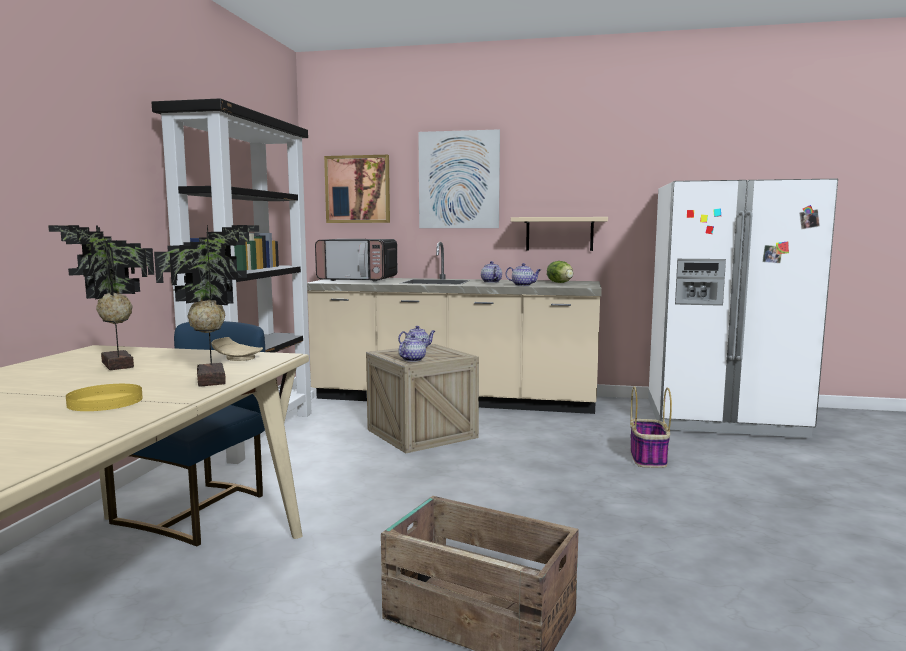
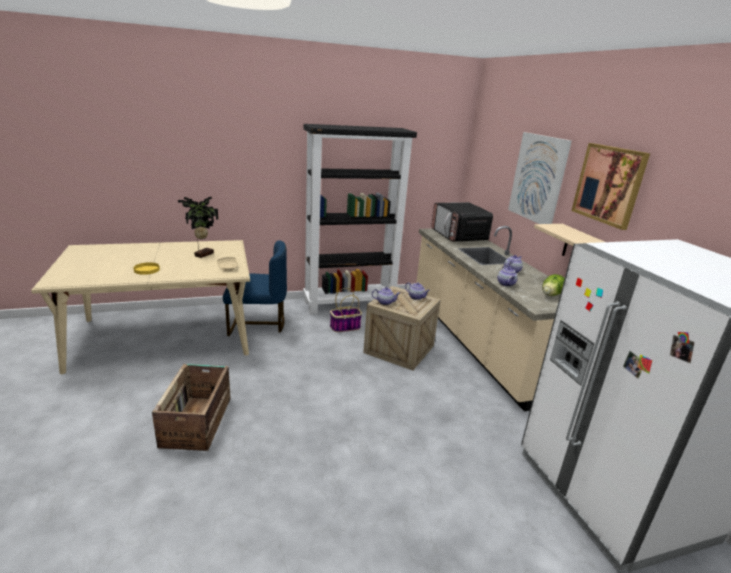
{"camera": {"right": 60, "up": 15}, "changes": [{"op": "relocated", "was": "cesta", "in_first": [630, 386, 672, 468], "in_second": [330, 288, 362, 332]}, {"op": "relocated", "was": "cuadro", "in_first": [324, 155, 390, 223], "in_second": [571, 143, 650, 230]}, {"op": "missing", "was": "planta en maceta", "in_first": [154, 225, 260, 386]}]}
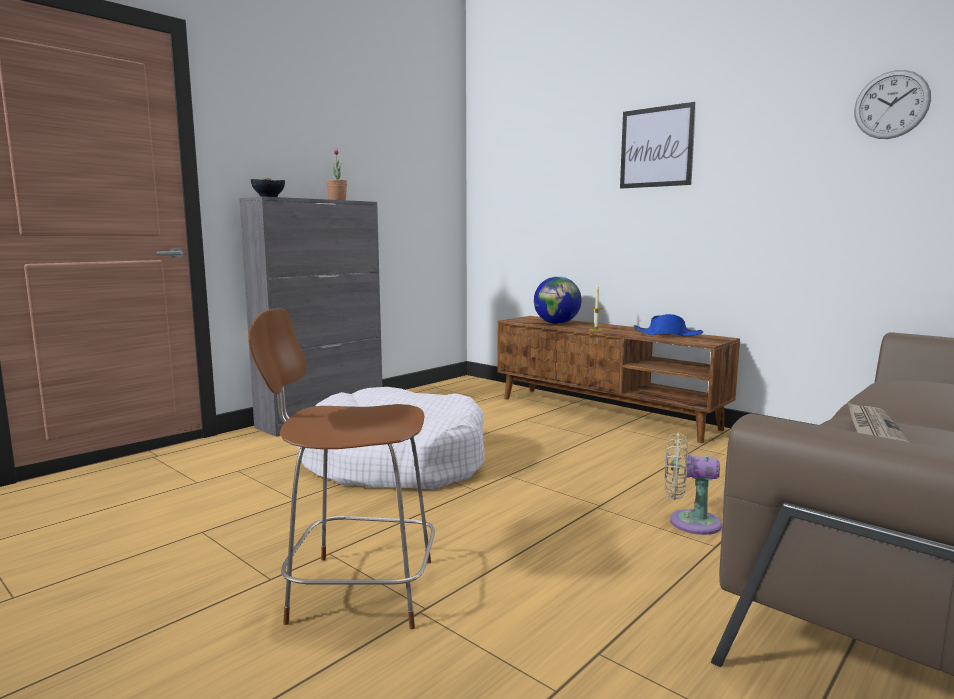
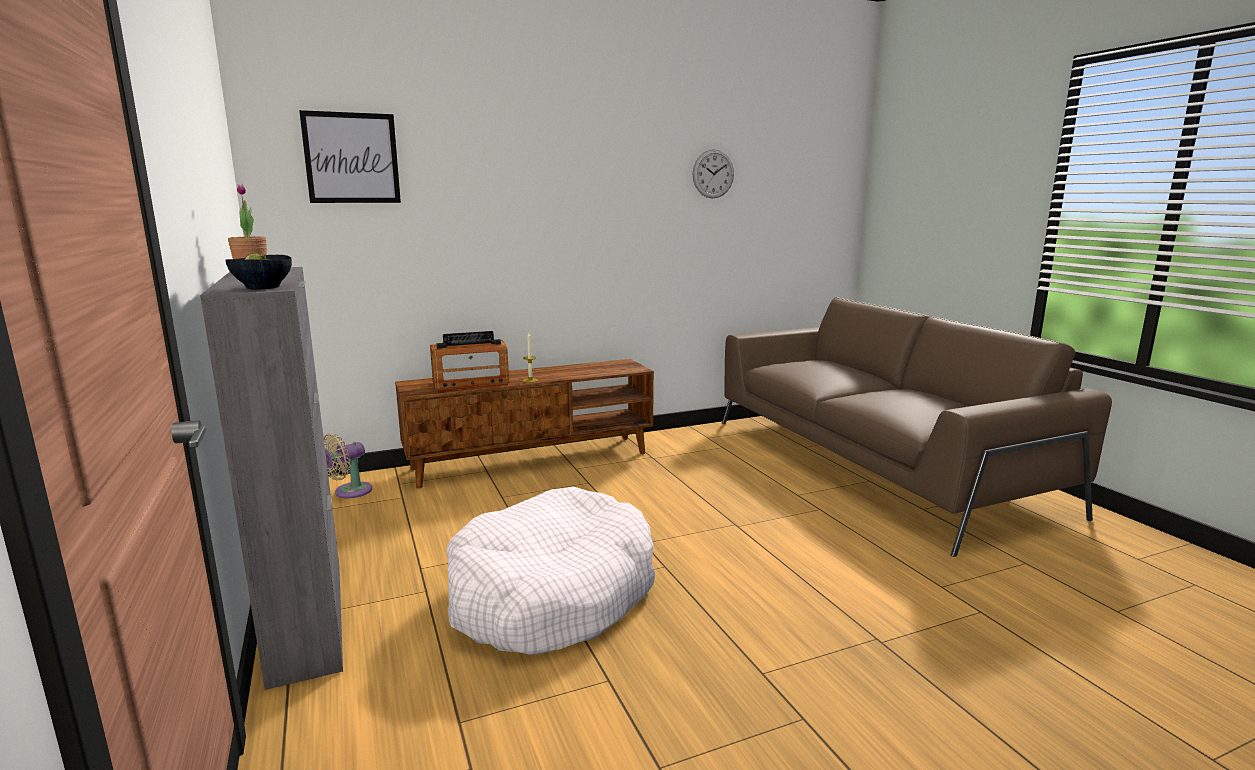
{"camera": {"right": -65, "up": 5}, "changes": [{"op": "relocated", "was": "cuadro", "in_first": [620, 102, 696, 189], "in_second": [299, 110, 401, 203]}, {"op": "relocated", "was": "ventilador/beis", "in_first": [665, 432, 722, 535], "in_second": [323, 433, 372, 498]}, {"op": "exchanged", "was": "globo terráqueo", "now": "radio", "in_first": [534, 276, 582, 324], "in_second": [430, 331, 509, 391]}, {"op": "missing", "was": "taburete/marrón", "in_first": [248, 308, 435, 629]}, {"op": "missing", "was": "sombrero/azul", "in_first": [633, 314, 703, 336]}, {"op": "missing", "was": "periódico", "in_first": [848, 402, 910, 442]}]}
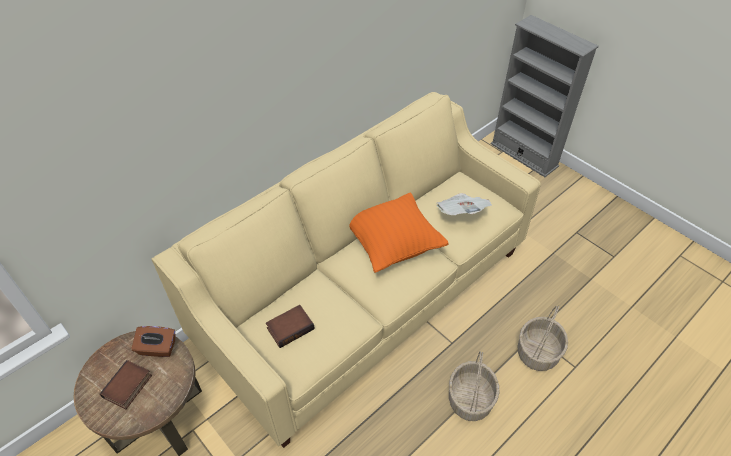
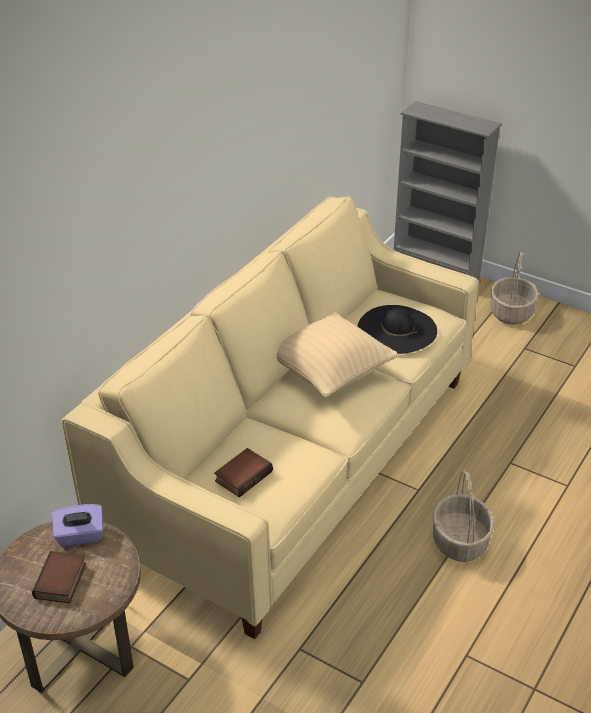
{"camera": {"right": -15, "up": -10}, "changes": [{"op": "colour", "was": "caja de pañuelos/marrón", "now": "caja de pañuelos/morado", "in_first": [131, 326, 175, 357], "in_second": [52, 504, 103, 546]}, {"op": "colour", "was": "cojín/naranja", "now": "cojín/beis", "in_first": [349, 193, 448, 273], "in_second": [277, 312, 398, 398]}, {"op": "exchanged", "was": "periódico", "now": "sombrero/negro", "in_first": [436, 193, 492, 215], "in_second": [357, 305, 437, 354]}, {"op": "relocated", "was": "cesta", "in_first": [517, 306, 568, 371], "in_second": [490, 251, 539, 325]}]}
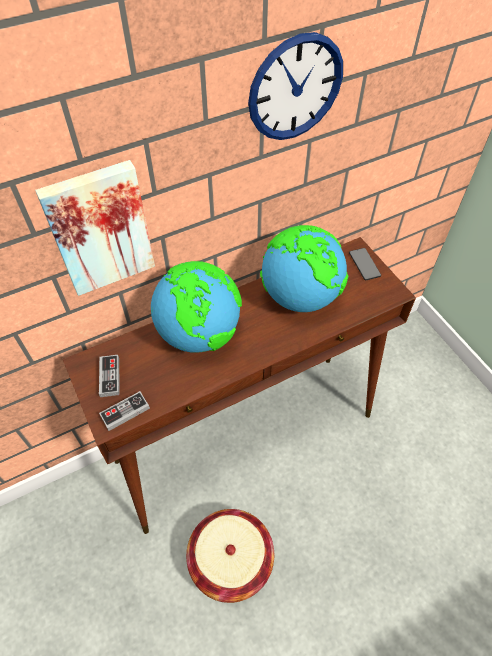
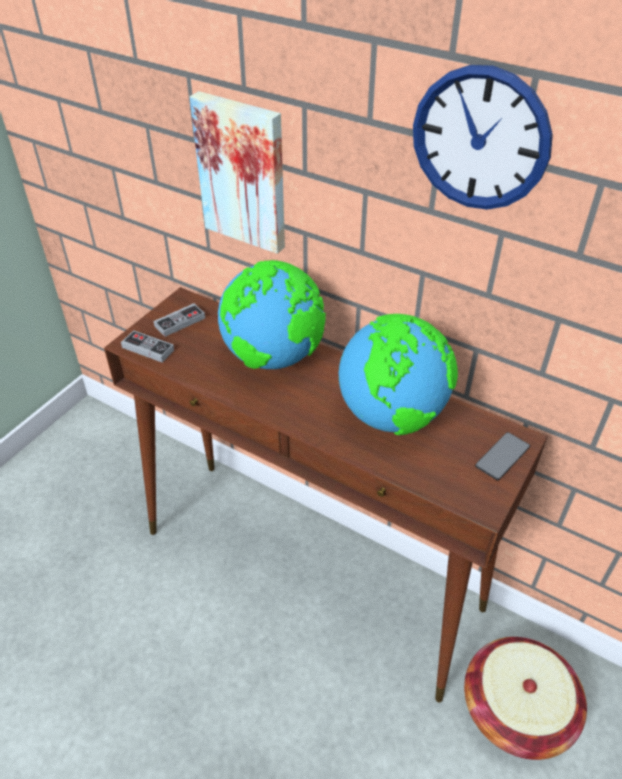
{"camera": {"right": 60, "up": -10}, "changes": [{"op": "relocated", "was": "cesta", "in_first": [186, 509, 274, 603], "in_second": [464, 637, 587, 760]}]}
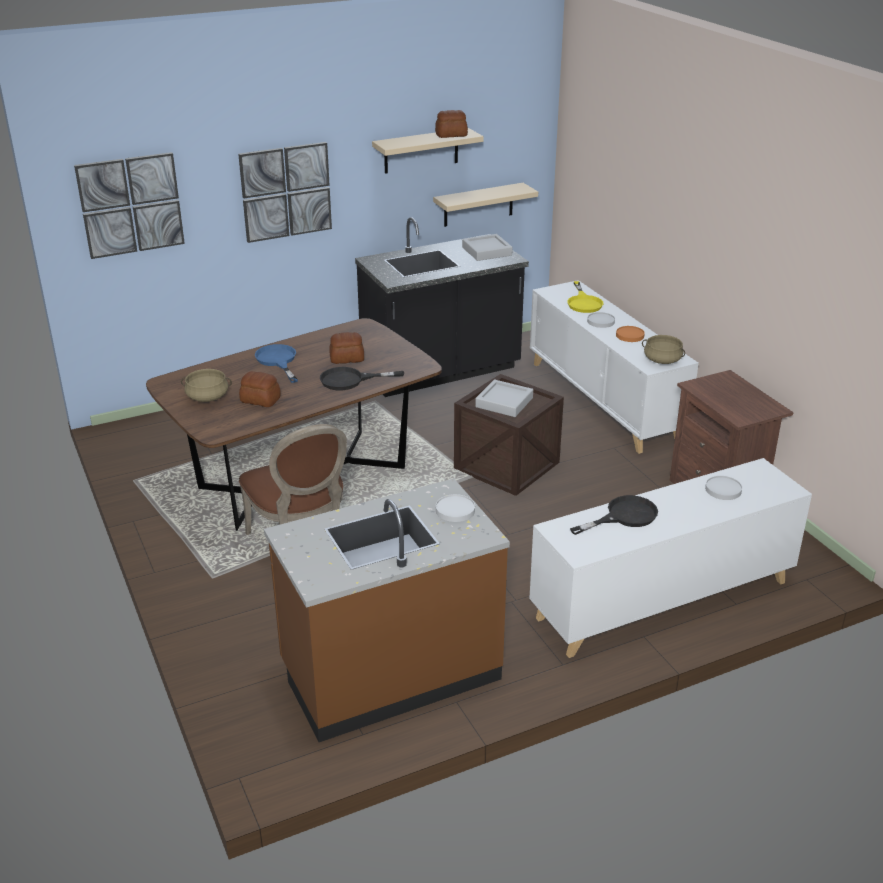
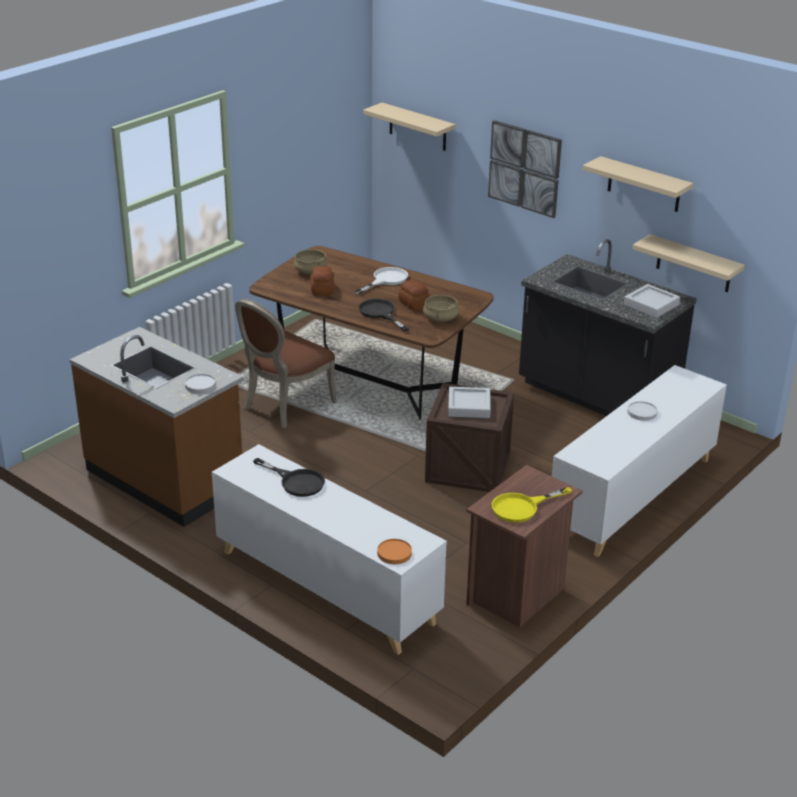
{"camera": {"right": 65, "up": 0}, "changes": [{"op": "colour", "was": "sartén/azul", "now": "sartén/blanco", "in_first": [255, 344, 298, 383], "in_second": [354, 267, 408, 295]}, {"op": "exchanged", "was": "cuadro", "now": "estante/beis", "in_first": [74, 152, 185, 259], "in_second": [363, 103, 456, 151]}, {"op": "relocated", "was": "plato/naranja", "in_first": [616, 326, 645, 342], "in_second": [377, 539, 412, 564]}, {"op": "relocated", "was": "olla/beis", "in_first": [642, 335, 685, 364], "in_second": [423, 294, 459, 322]}, {"op": "relocated", "was": "sartén/amarillo", "in_first": [567, 281, 603, 313], "in_second": [492, 487, 572, 522]}, {"op": "missing", "was": "pan", "in_first": [435, 110, 468, 138]}, {"op": "missing", "was": "plato/blanco", "in_first": [705, 476, 742, 500]}]}
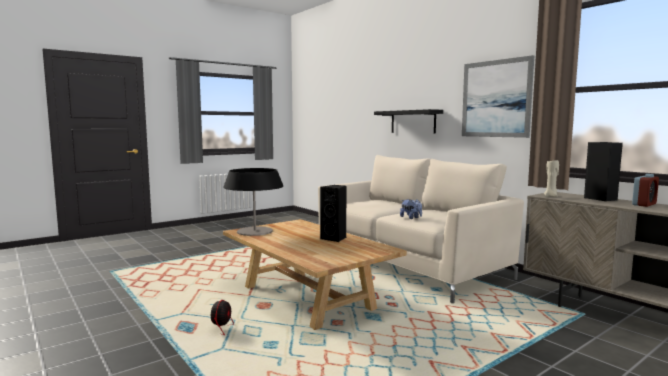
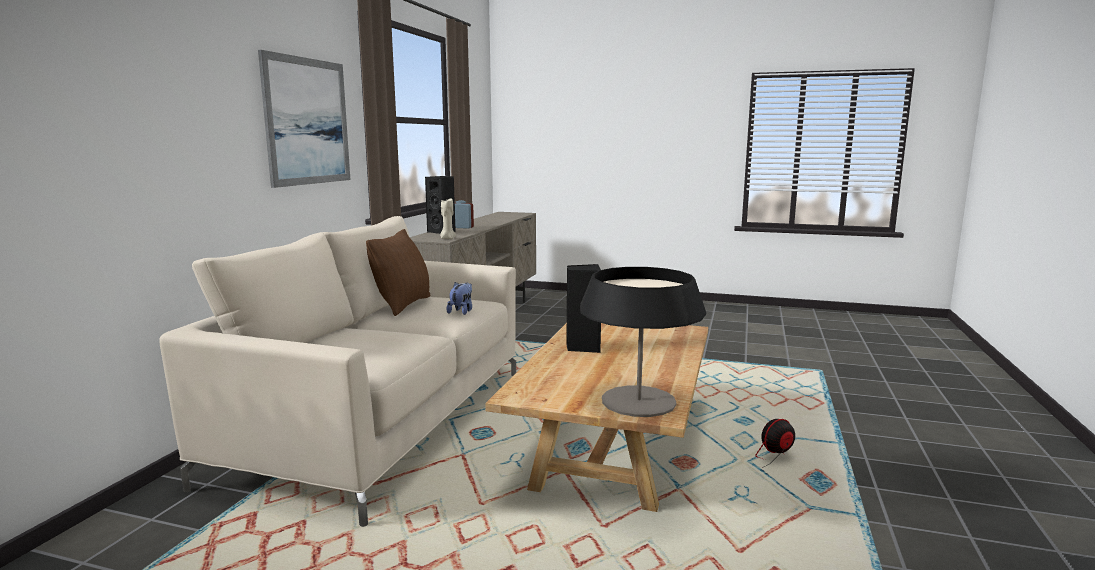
{"camera": {"right": -125, "up": 5}, "changes": [{"op": "appeared", "now": "cojín/marrón", "in_second": [366, 229, 430, 316]}, {"op": "missing", "was": "estante/negro", "in_first": [374, 109, 443, 133]}]}
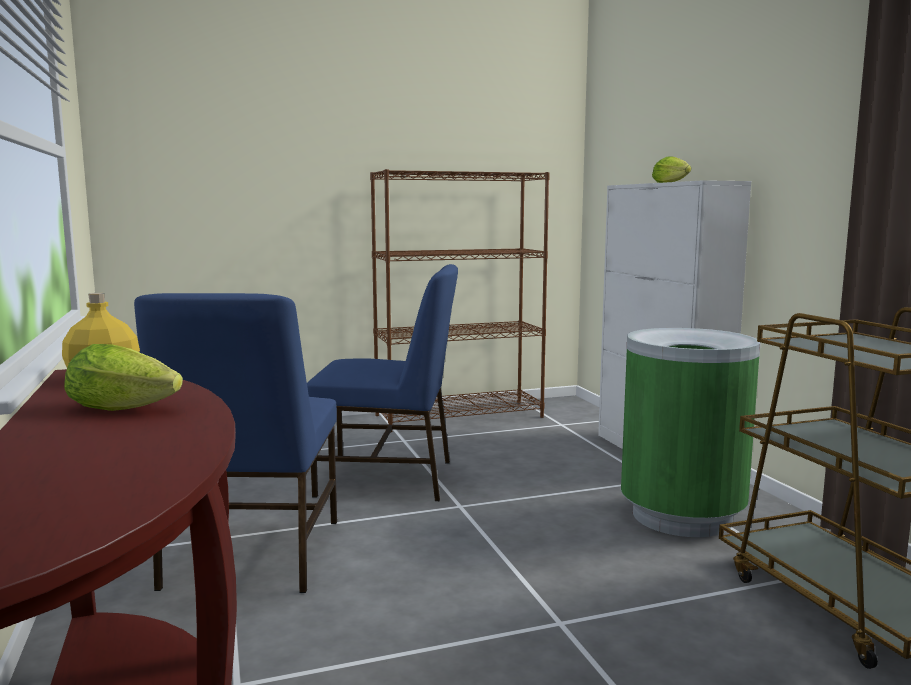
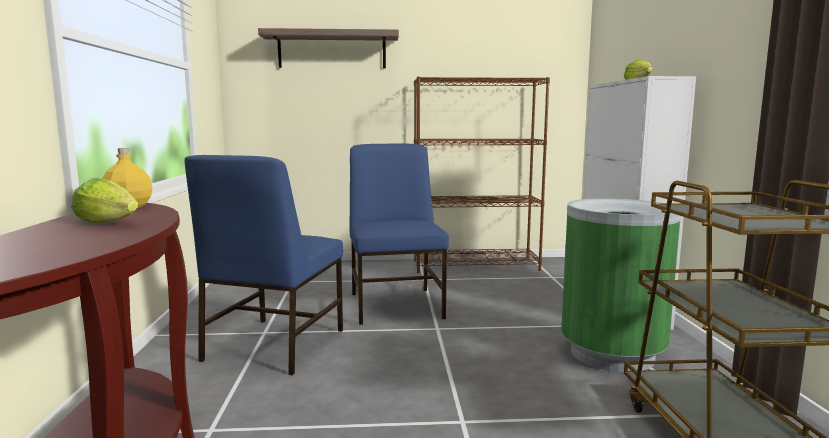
{"camera": {"right": 15, "up": 0}, "changes": [{"op": "appeared", "now": "estante", "in_second": [258, 28, 399, 68]}, {"op": "spun", "was": "silla/azul", "in_first": [307, 264, 458, 501], "in_second": [349, 144, 449, 325], "clockwise": -120}]}
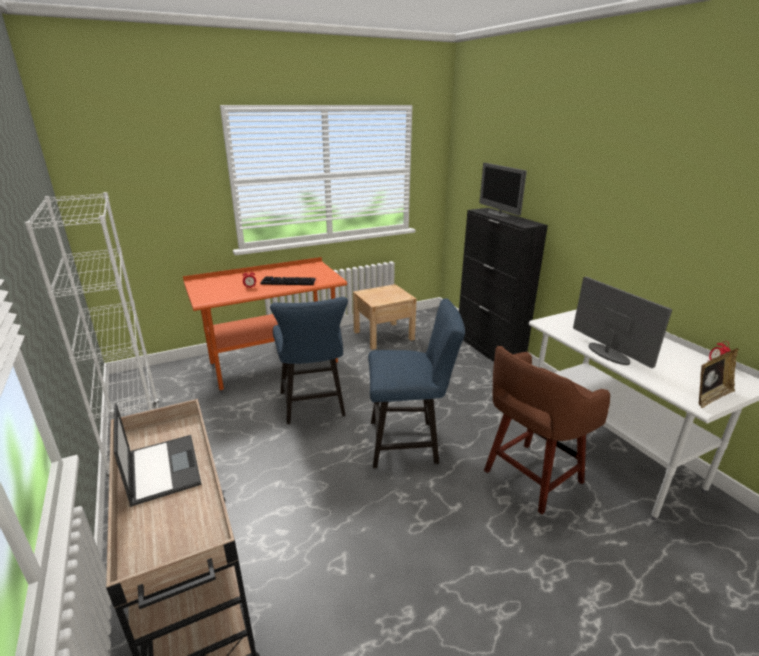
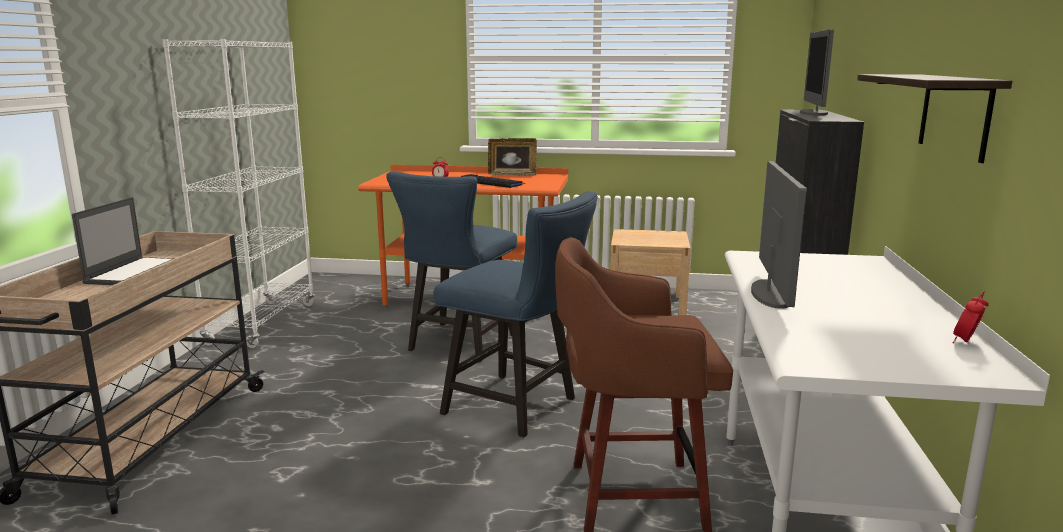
{"camera": {"right": 35, "up": -10}, "changes": [{"op": "relocated", "was": "portarretratos", "in_first": [699, 348, 738, 408], "in_second": [488, 138, 537, 176]}, {"op": "appeared", "now": "estante", "in_second": [857, 74, 1012, 163]}]}
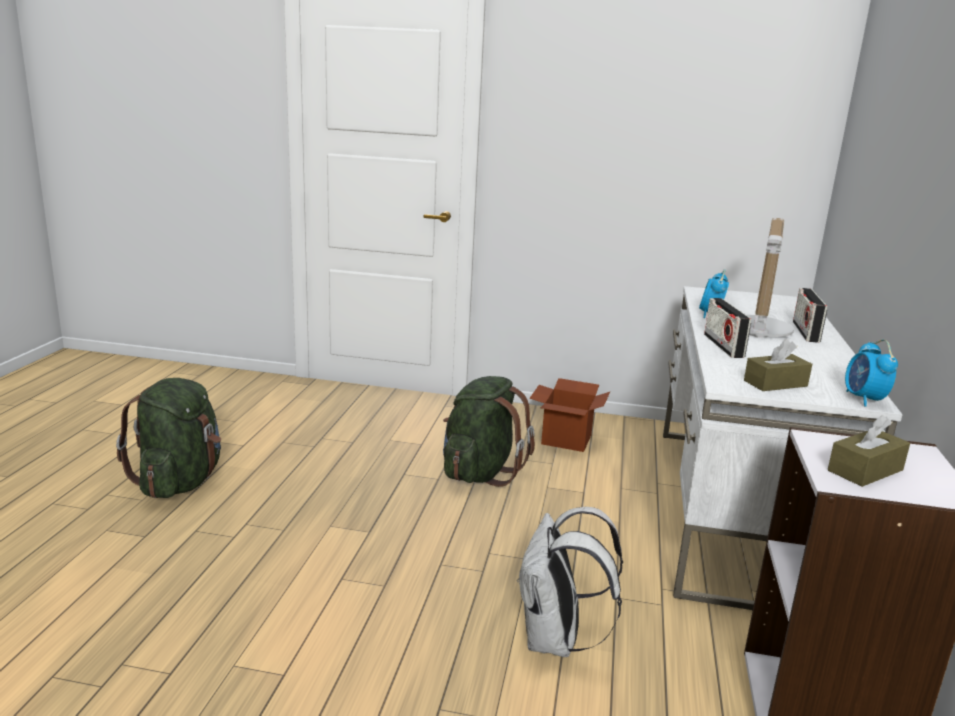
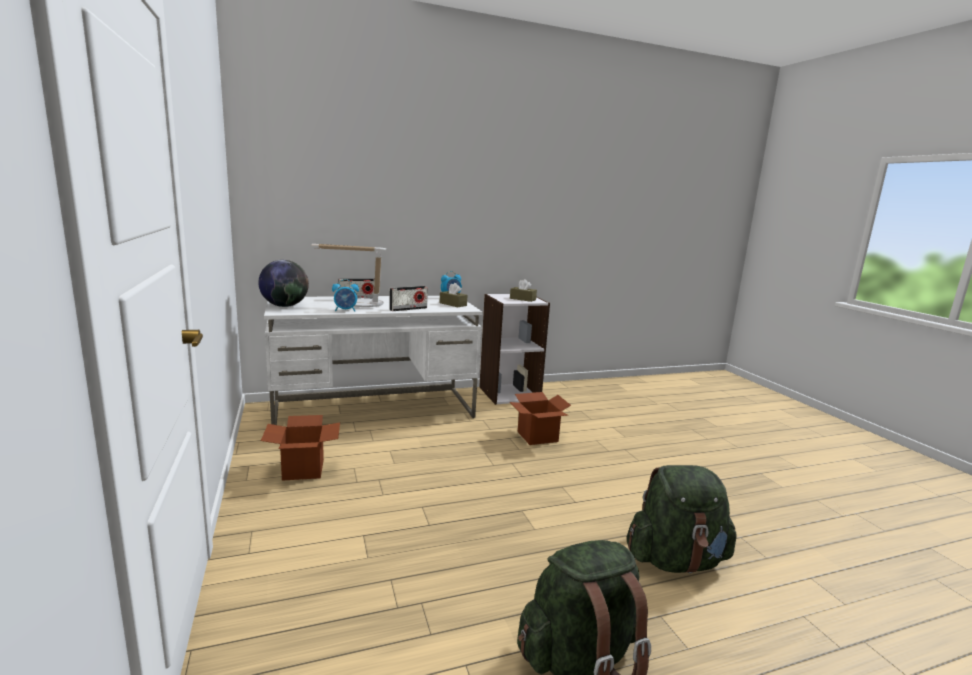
{"camera": {"right": -120, "up": -5}, "changes": [{"op": "appeared", "now": "globo terráqueo", "in_second": [258, 260, 309, 307]}, {"op": "exchanged", "was": "mochila/blanco", "now": "caja de cartón", "in_first": [517, 507, 623, 657], "in_second": [510, 392, 571, 445]}, {"op": "relocated", "was": "mochila/verde", "in_first": [443, 376, 535, 487], "in_second": [627, 465, 737, 573]}]}
